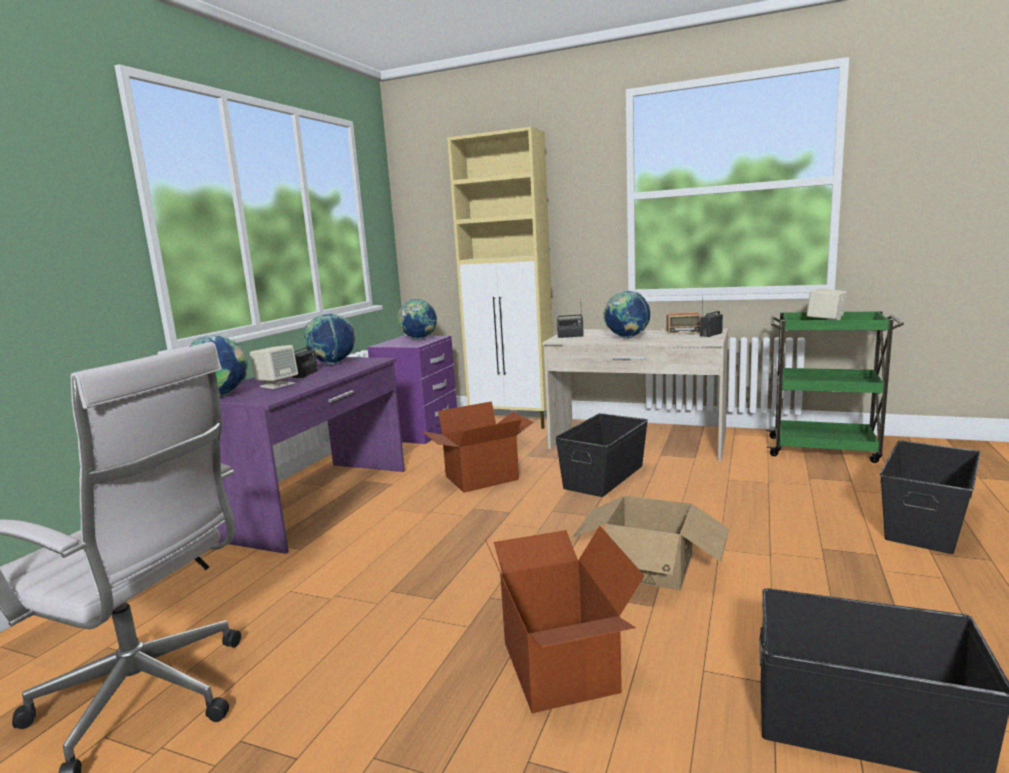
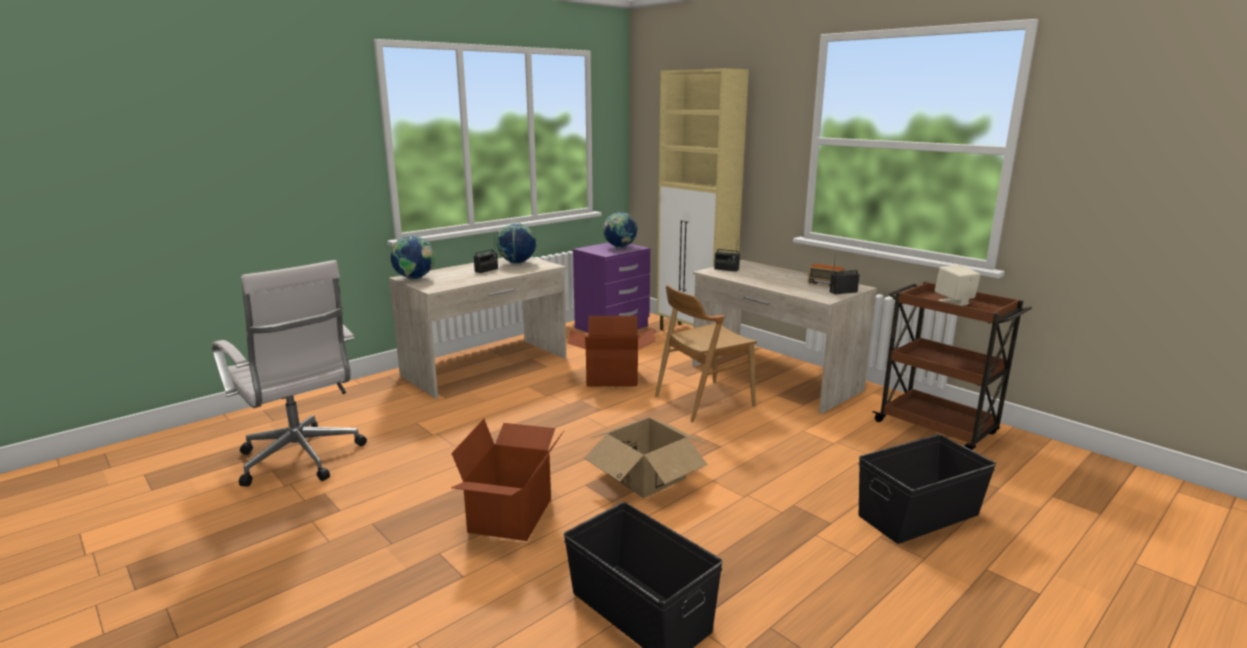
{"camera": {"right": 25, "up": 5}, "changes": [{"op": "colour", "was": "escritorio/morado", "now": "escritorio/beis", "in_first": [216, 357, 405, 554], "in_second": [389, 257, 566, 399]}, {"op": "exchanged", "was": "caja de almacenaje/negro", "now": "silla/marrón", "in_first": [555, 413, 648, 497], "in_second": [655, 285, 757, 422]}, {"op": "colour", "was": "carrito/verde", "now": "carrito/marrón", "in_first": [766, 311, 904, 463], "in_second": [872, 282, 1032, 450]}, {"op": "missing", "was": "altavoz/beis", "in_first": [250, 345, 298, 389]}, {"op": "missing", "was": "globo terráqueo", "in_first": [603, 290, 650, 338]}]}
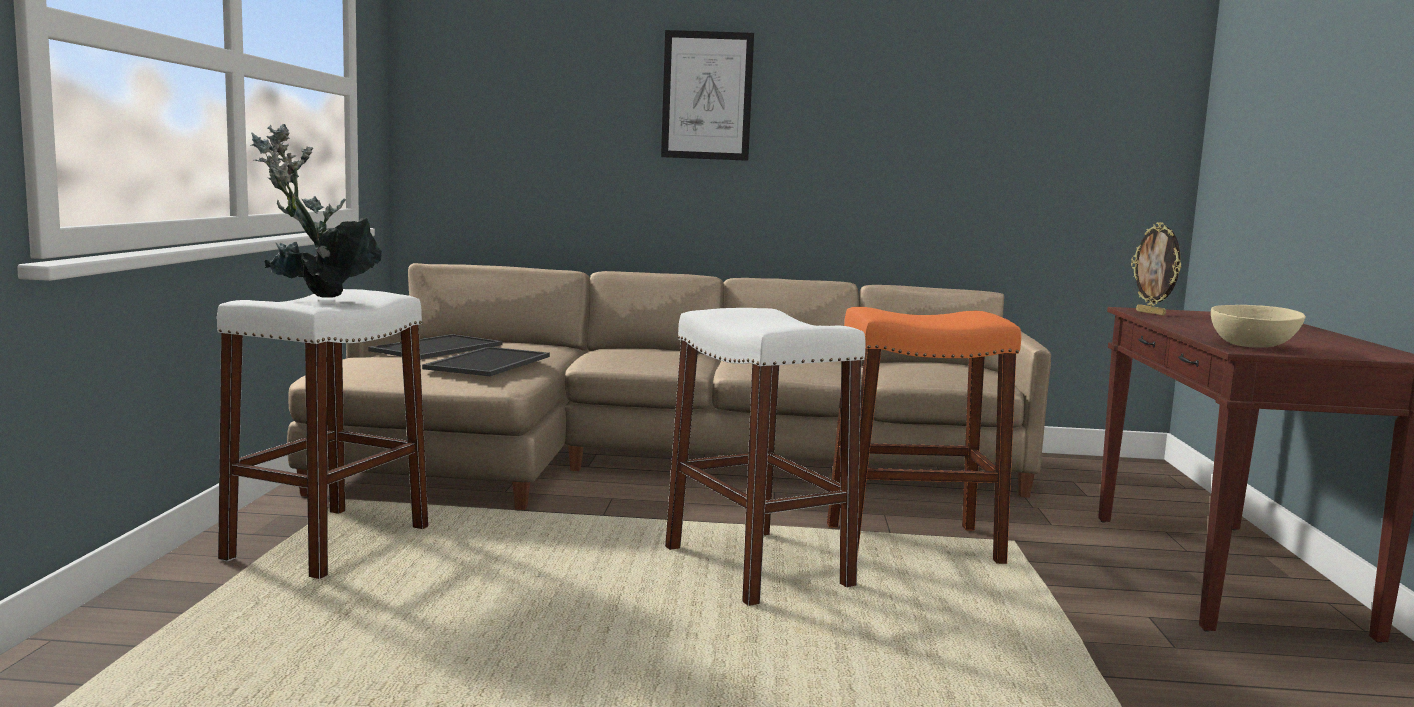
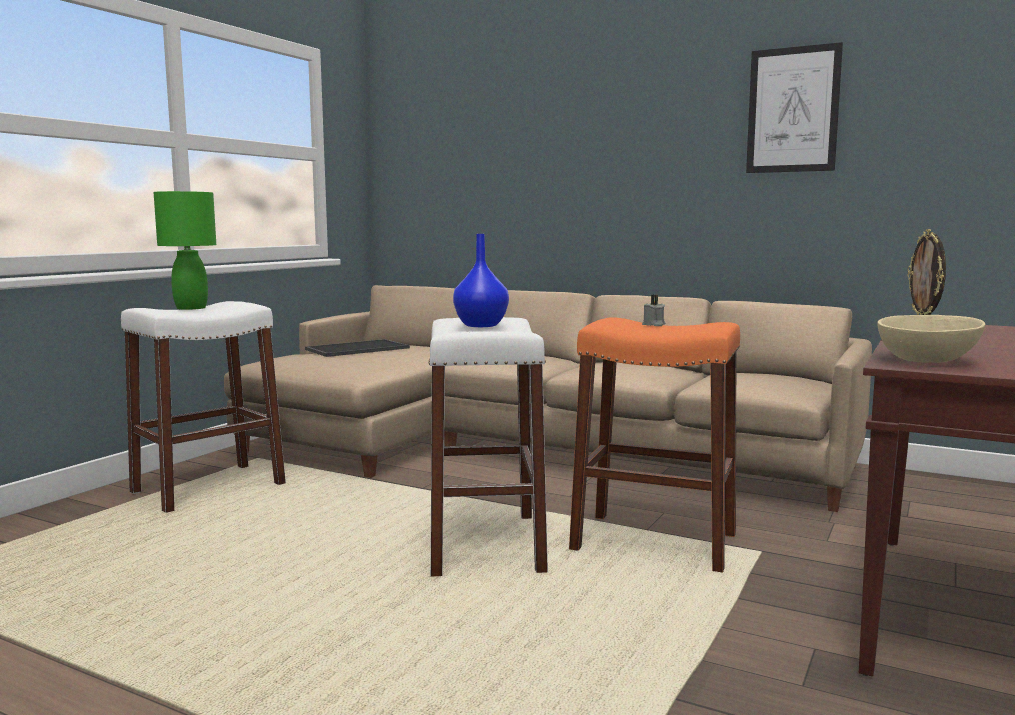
{"camera": {"right": 25, "up": 0}, "changes": [{"op": "exchanged", "was": "planta en maceta", "now": "lámpara de mesa/verde", "in_first": [251, 124, 382, 297], "in_second": [153, 191, 216, 310]}, {"op": "appeared", "now": "florero/azul", "in_second": [453, 234, 509, 327]}, {"op": "appeared", "now": "vela/gris", "in_second": [642, 295, 665, 326]}, {"op": "relocated", "was": "cuadro", "in_first": [661, 30, 754, 161], "in_second": [746, 42, 843, 173]}, {"op": "missing", "was": "bandeja", "in_first": [422, 347, 550, 376]}]}
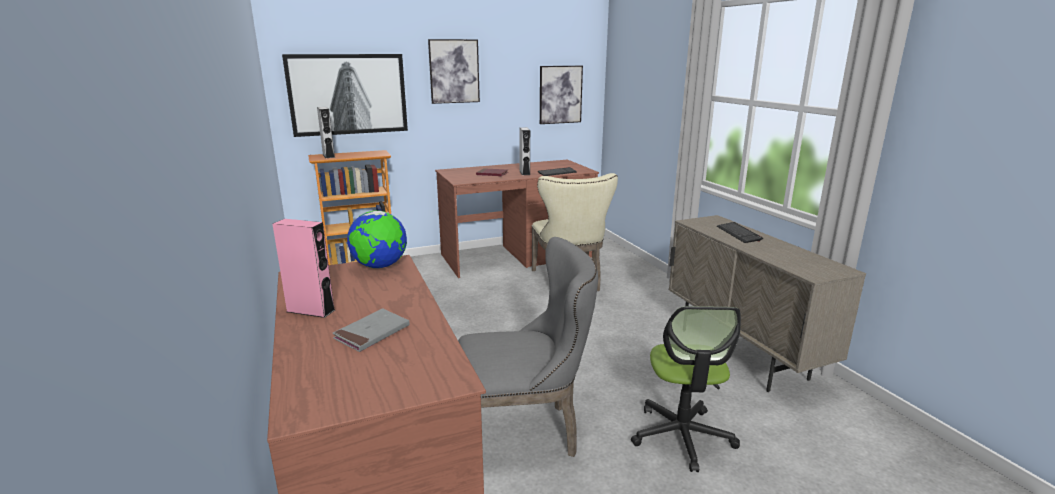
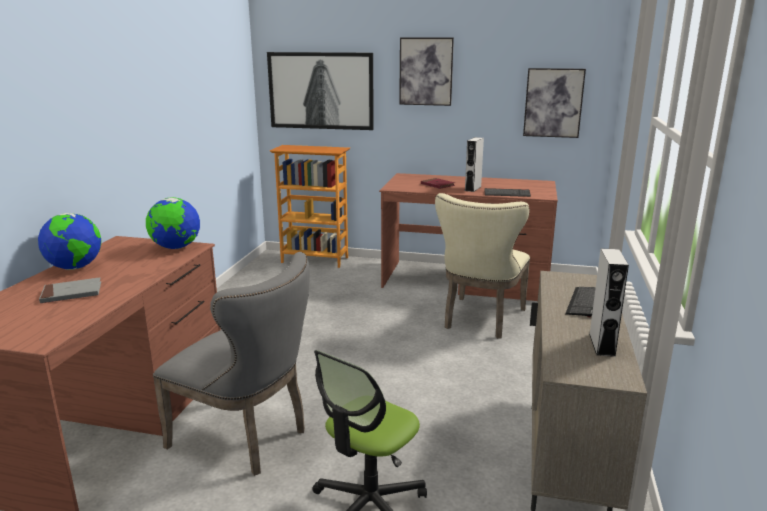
{"camera": {"right": 35, "up": 0}, "changes": [{"op": "exchanged", "was": "altavoz/rosa", "now": "globo terráqueo", "in_first": [273, 219, 335, 318], "in_second": [38, 213, 101, 270]}, {"op": "relocated", "was": "altavoz/gris", "in_first": [317, 107, 335, 158], "in_second": [589, 248, 629, 357]}]}
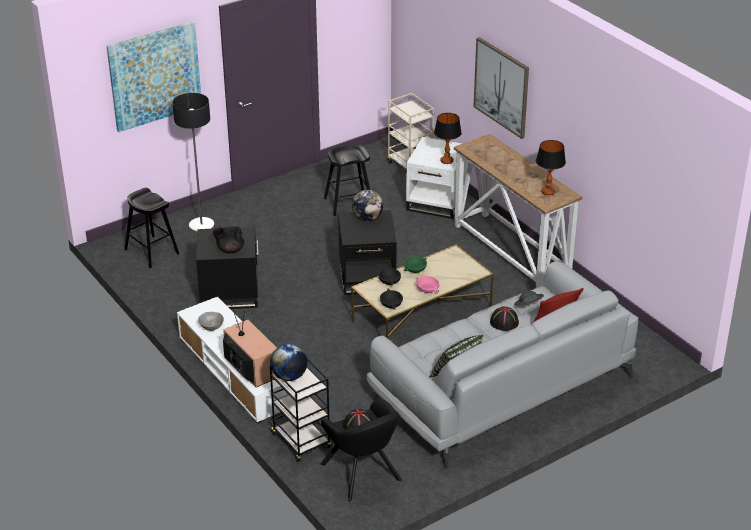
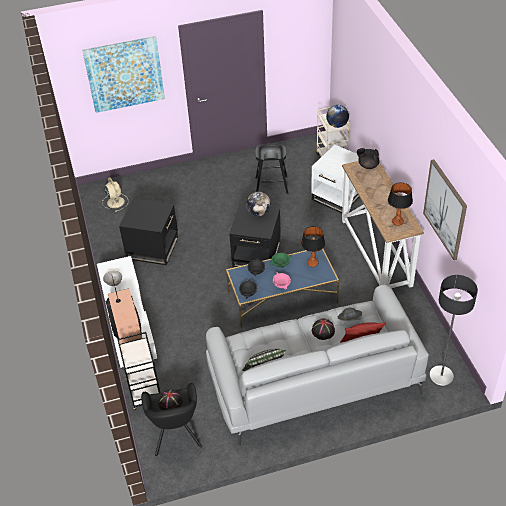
{"camera": {"right": 20, "up": 10}, "changes": [{"op": "exchanged", "was": "taburete/negro", "now": "ventilador/beis", "in_first": [125, 188, 179, 268], "in_second": [102, 177, 128, 212]}, {"op": "colour", "was": "mesa de centro/beis", "now": "mesa de centro/azul", "in_first": [351, 245, 494, 338], "in_second": [226, 249, 339, 328]}, {"op": "relocated", "was": "lámpara de mesa", "in_first": [434, 113, 462, 164], "in_second": [301, 226, 325, 267]}, {"op": "relocated", "was": "globo terráqueo", "in_first": [270, 344, 307, 381], "in_second": [326, 105, 349, 128]}, {"op": "relocated", "was": "tetera/negro", "in_first": [213, 226, 244, 253], "in_second": [357, 148, 380, 169]}, {"op": "relocated", "was": "cuadro", "in_first": [474, 37, 529, 139], "in_second": [423, 159, 467, 260]}, {"op": "relocated", "was": "lámpara de pie", "in_first": [172, 93, 215, 233], "in_second": [429, 275, 478, 387]}]}
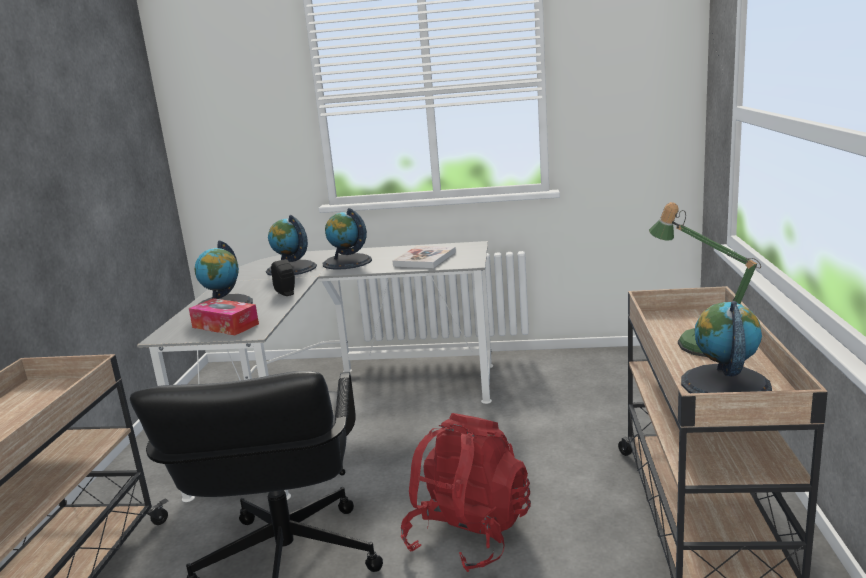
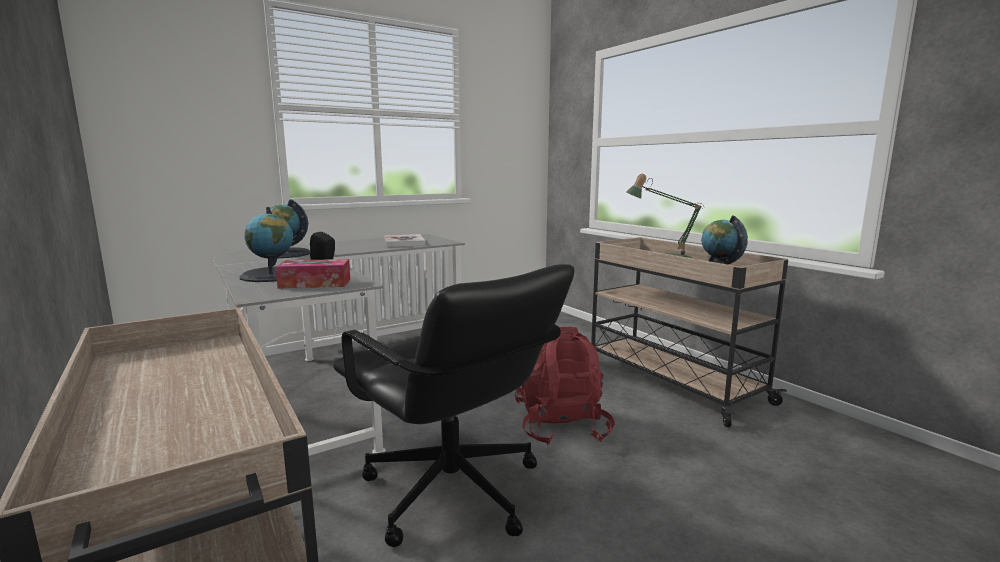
{"camera": {"right": -40, "up": -5}, "changes": [{"op": "missing", "was": "globo terráqueo", "in_first": [322, 208, 372, 270]}]}
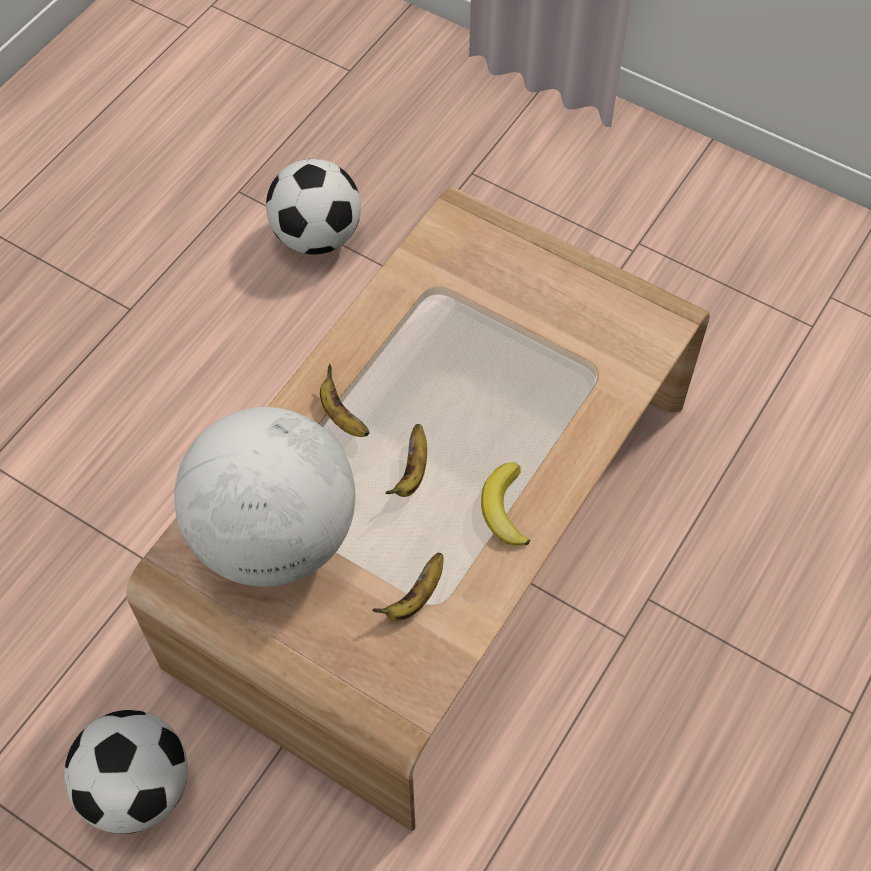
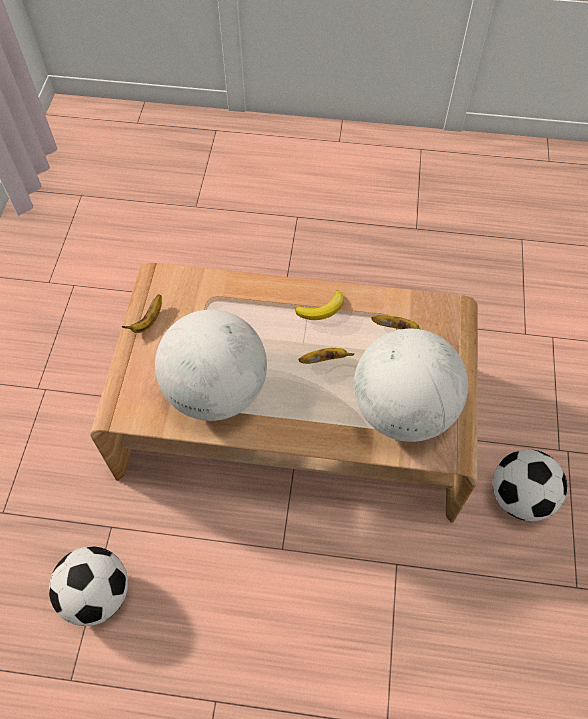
{"camera": {"right": -115, "up": 0}, "changes": [{"op": "relocated", "was": "plátano", "in_first": [320, 364, 369, 437], "in_second": [122, 294, 162, 333]}, {"op": "appeared", "now": "globo terráqueo", "in_second": [155, 309, 267, 421]}]}
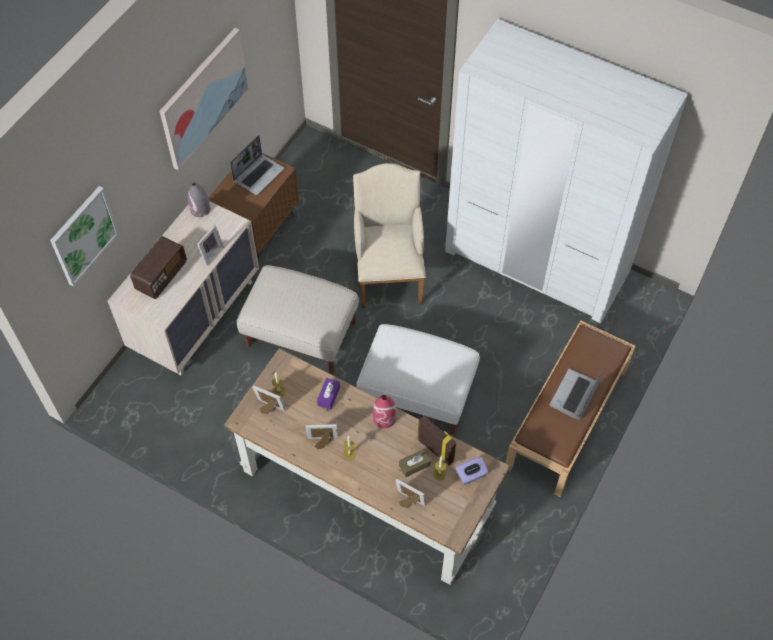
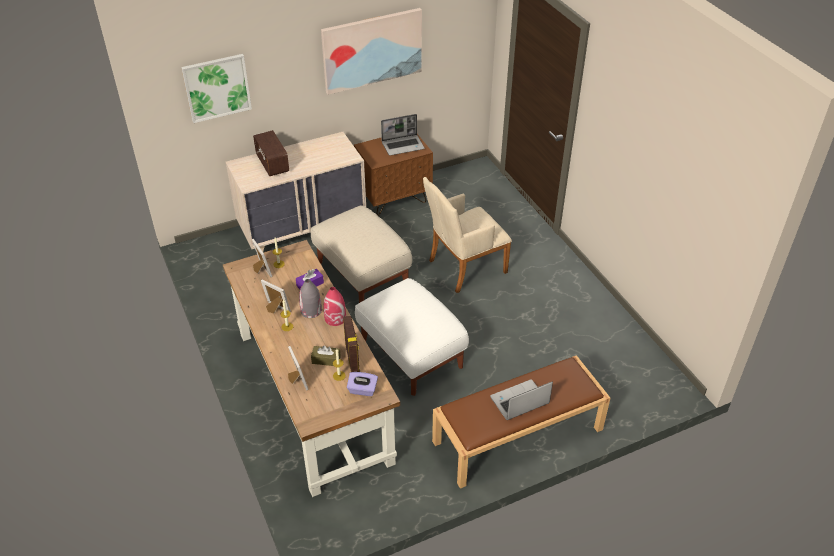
{"camera": {"right": 35, "up": -15}, "changes": [{"op": "spun", "was": "radio", "in_first": [130, 236, 187, 299], "in_second": [253, 130, 289, 176], "clockwise": 90}, {"op": "relocated", "was": "florero/gris", "in_first": [188, 182, 211, 217], "in_second": [299, 279, 322, 318]}, {"op": "spun", "was": "sillón/beis", "in_first": [353, 163, 426, 308], "in_second": [423, 177, 512, 293], "clockwise": -150}, {"op": "missing", "was": "portarretratos", "in_first": [197, 225, 224, 266]}, {"op": "missing", "was": "armario ropero/blanco", "in_first": [445, 19, 688, 323]}]}
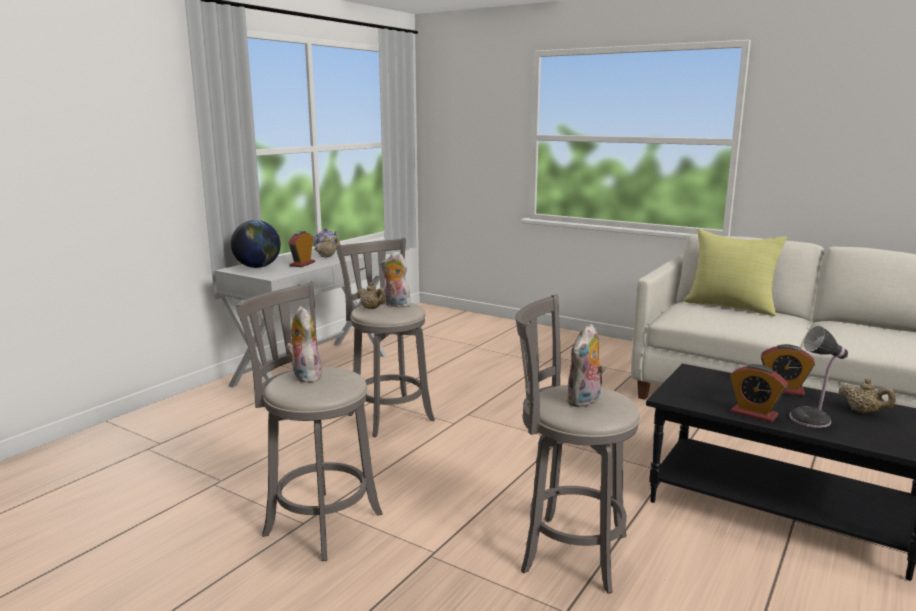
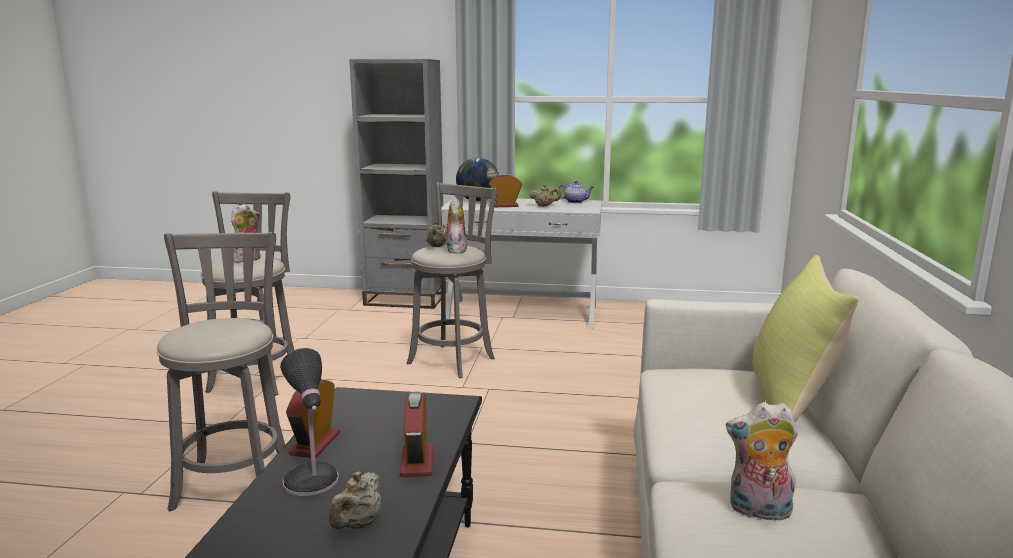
{"camera": {"right": 65, "up": 0}, "changes": [{"op": "appeared", "now": "estantería/gris", "in_second": [349, 59, 446, 309]}, {"op": "relocated", "was": "peluche", "in_first": [566, 324, 605, 408], "in_second": [726, 402, 798, 521]}]}
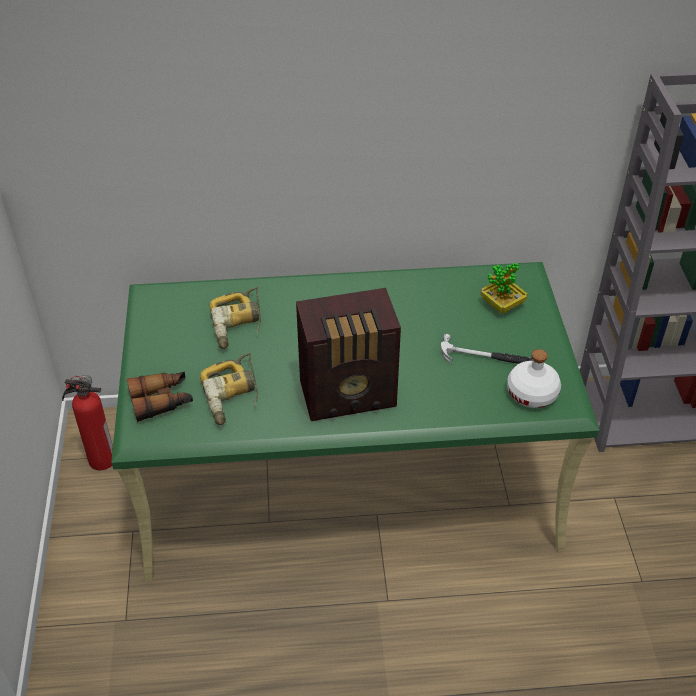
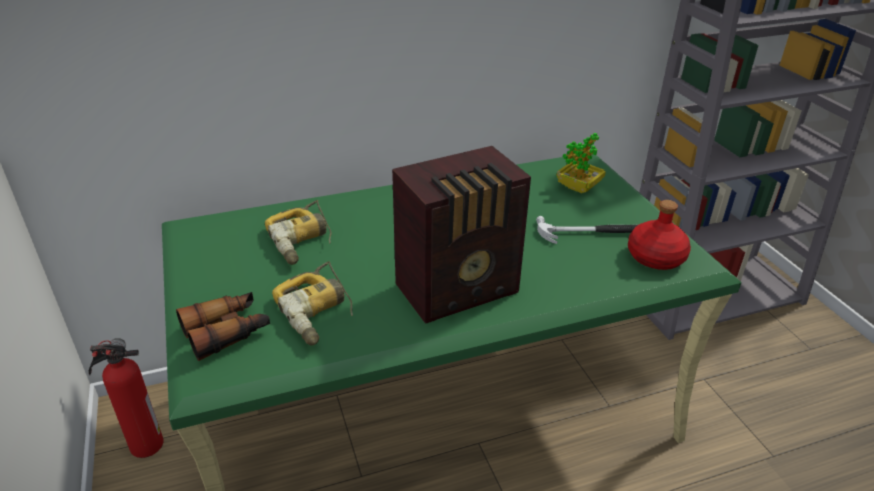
{"camera": {"right": -15, "up": -10}, "changes": [{"op": "colour", "was": "botella/blanco", "now": "botella/rojo", "in_first": [507, 349, 561, 408], "in_second": [628, 200, 691, 270]}]}
